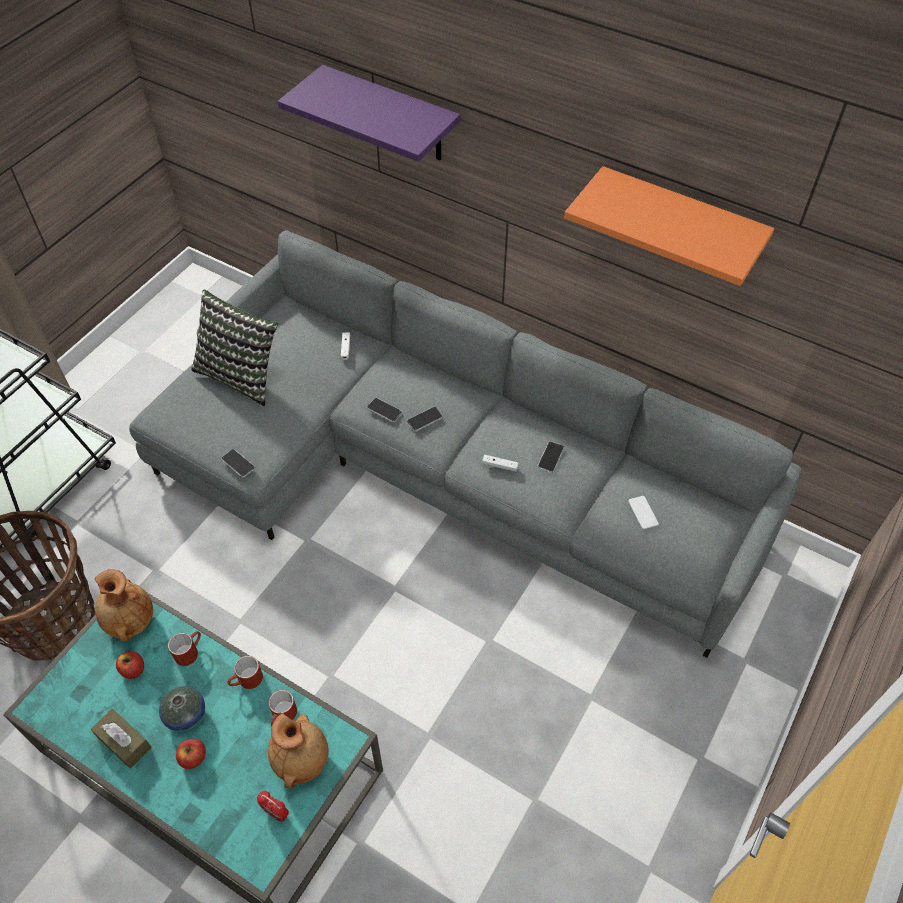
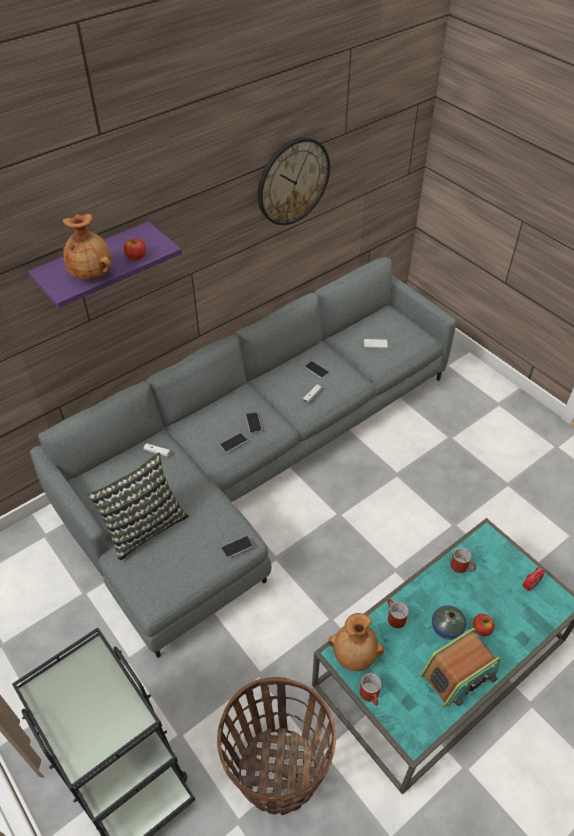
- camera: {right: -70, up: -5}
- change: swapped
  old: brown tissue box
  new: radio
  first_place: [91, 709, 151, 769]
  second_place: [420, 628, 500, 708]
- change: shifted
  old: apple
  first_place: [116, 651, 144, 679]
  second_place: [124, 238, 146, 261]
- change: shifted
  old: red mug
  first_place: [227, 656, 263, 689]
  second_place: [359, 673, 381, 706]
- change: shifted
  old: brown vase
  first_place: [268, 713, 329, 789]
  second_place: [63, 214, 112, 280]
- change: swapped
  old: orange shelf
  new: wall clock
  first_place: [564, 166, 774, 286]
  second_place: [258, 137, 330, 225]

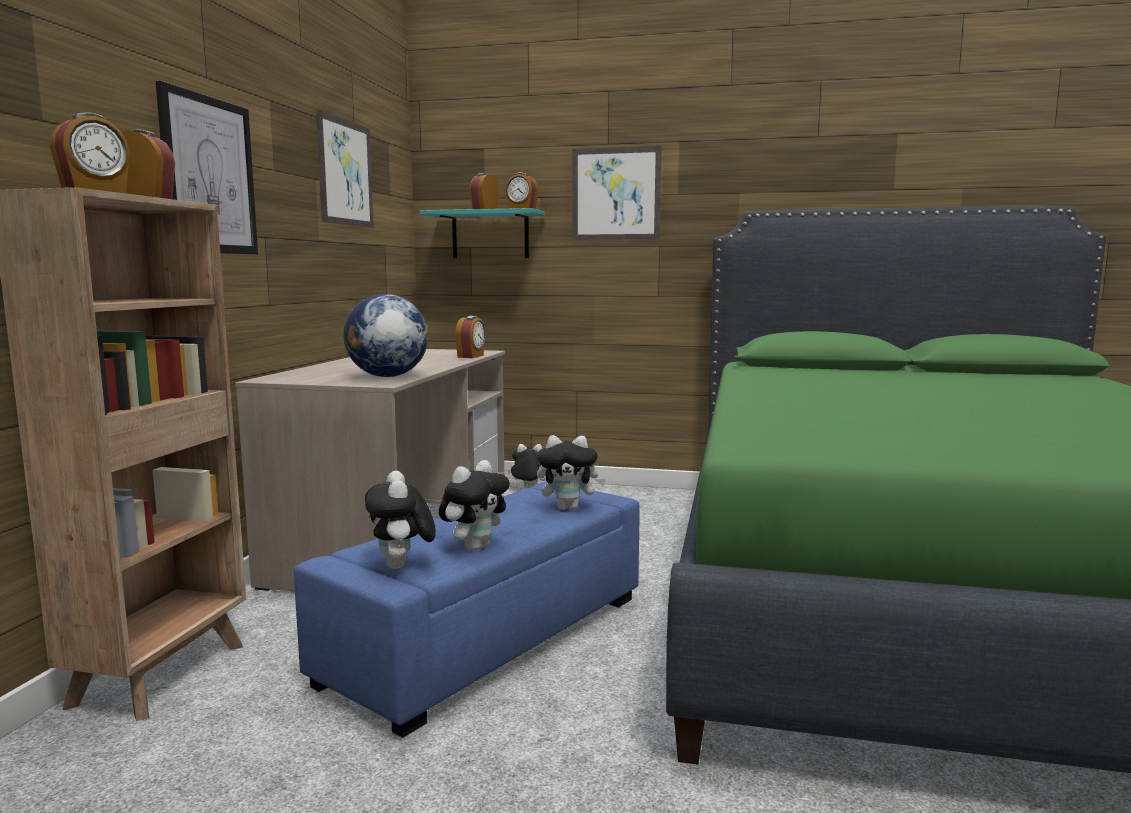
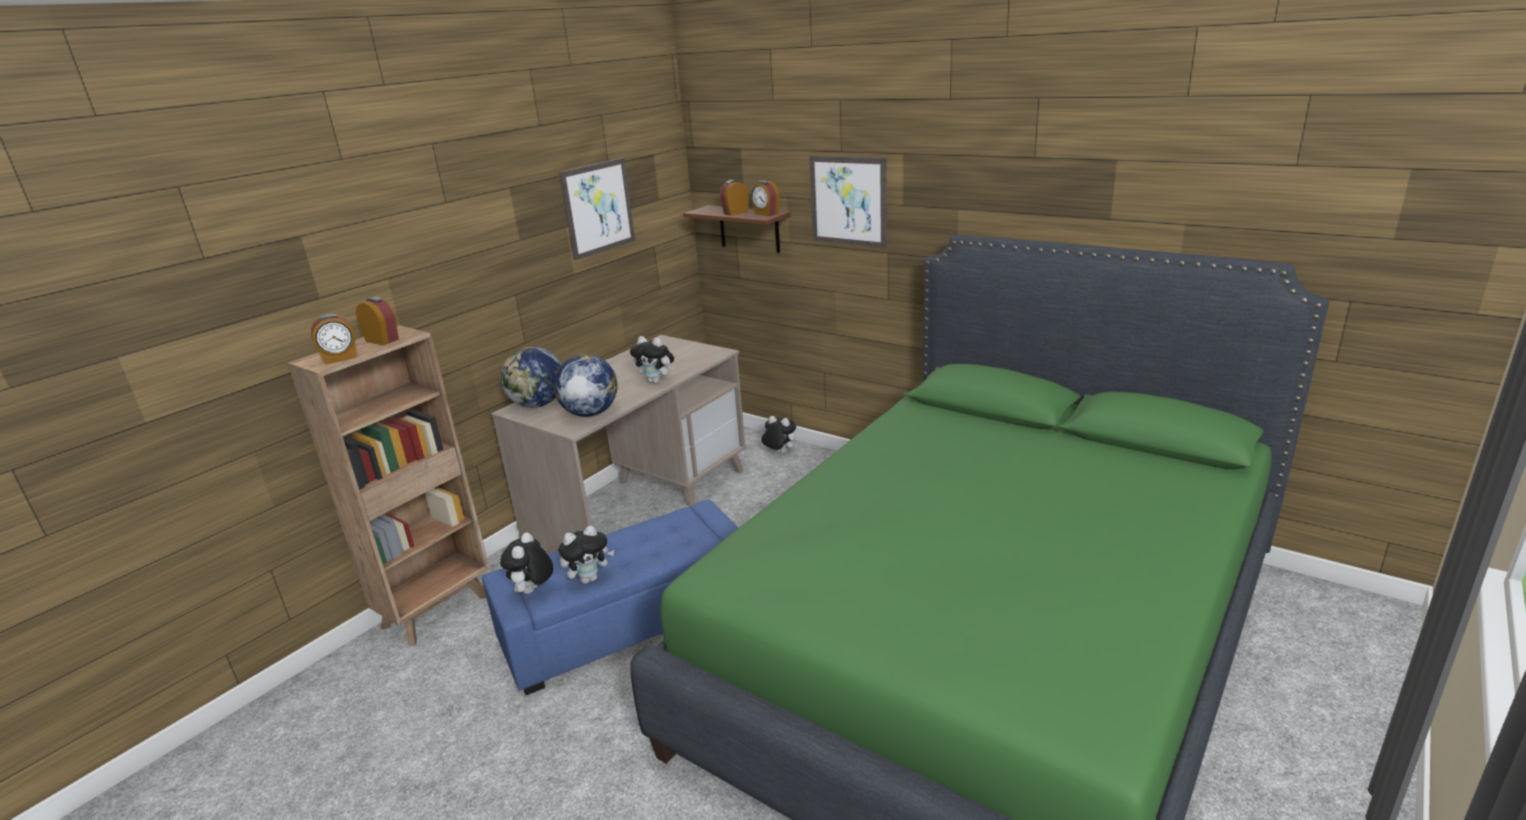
- camera: {right: 25, up: 15}
- change: gone
  old: picture
  first_place: [156, 81, 258, 254]
- change: repainted
  old: turquoise shelf
  new: brown shelf
  first_place: [420, 208, 545, 258]
  second_place: [683, 205, 791, 253]
- change: gone
  old: alarm clock
  first_place: [455, 316, 485, 358]
- change: shifted
  old: plush toy
  first_place: [537, 435, 606, 510]
  second_place: [630, 336, 674, 384]
- change: new
  new: globe
  second_place: [501, 347, 561, 408]

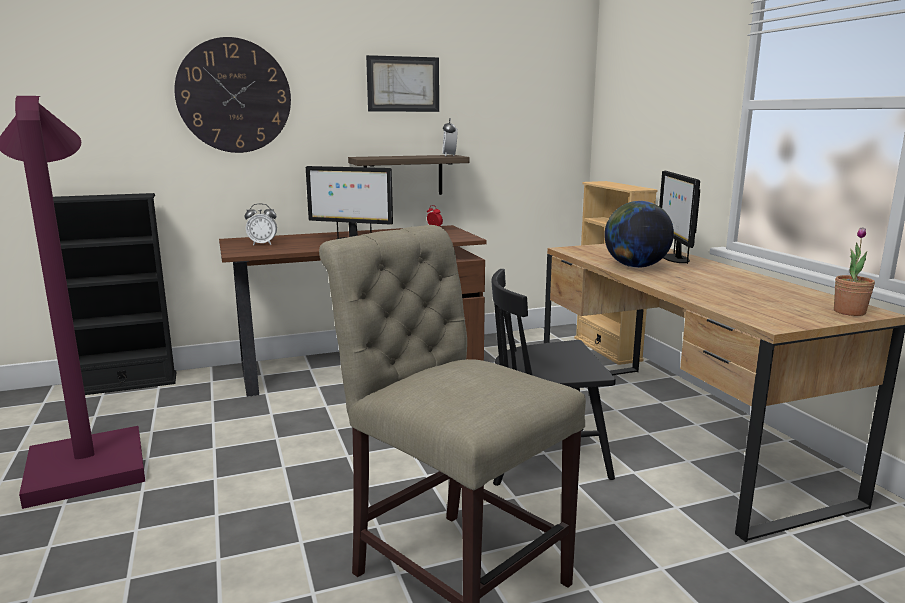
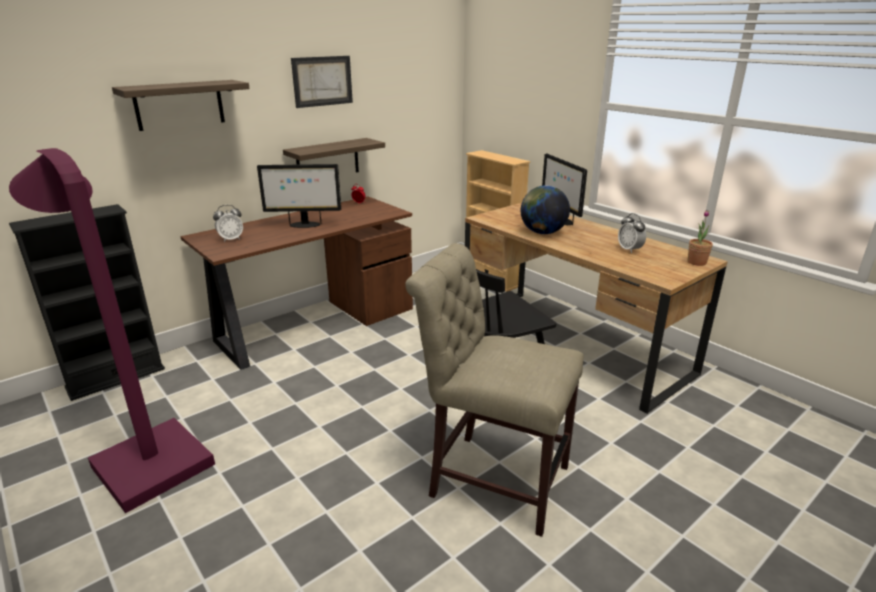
- camera: {right: -20, up: 10}
- change: swapped
  old: wall clock
  new: shelf
  first_place: [174, 37, 291, 153]
  second_place: [112, 80, 250, 131]
- change: shifted
  old: alarm clock
  first_place: [442, 118, 457, 156]
  second_place: [618, 213, 646, 253]

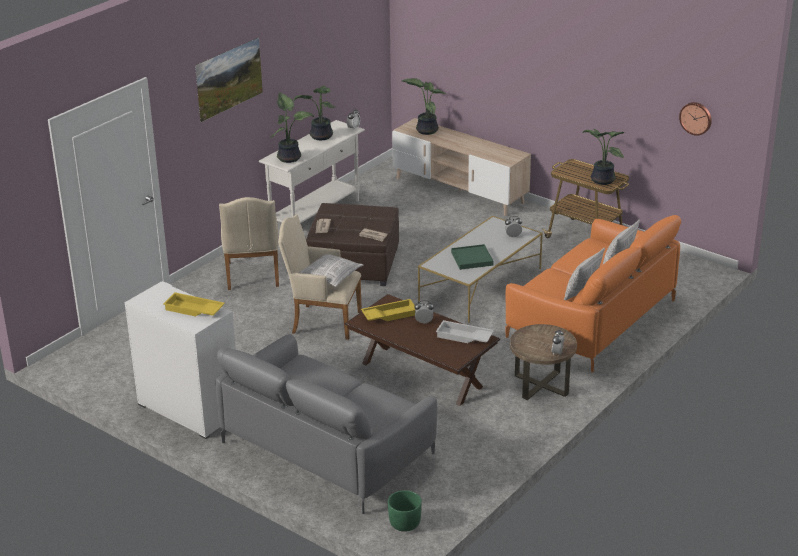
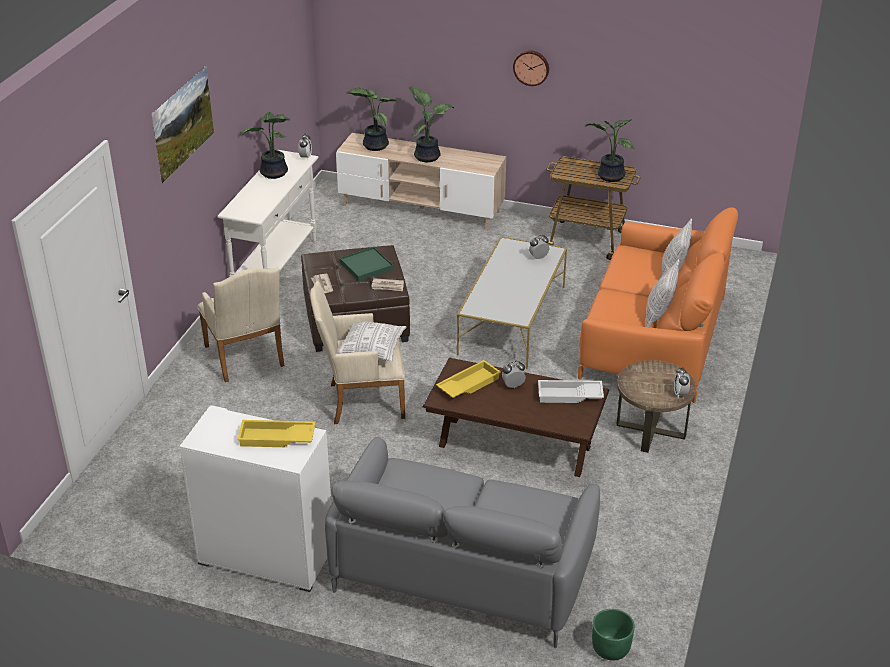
- camera: {right: -20, up: 5}
- change: shifted
  old: potted plant
  first_place: [270, 93, 314, 163]
  second_place: [408, 87, 454, 162]
- change: shifted
  old: green tray
  first_place: [451, 244, 494, 270]
  second_place: [339, 247, 393, 281]
- change: shifted
  old: wall clock
  first_place: [679, 102, 712, 136]
  second_place: [513, 50, 549, 86]

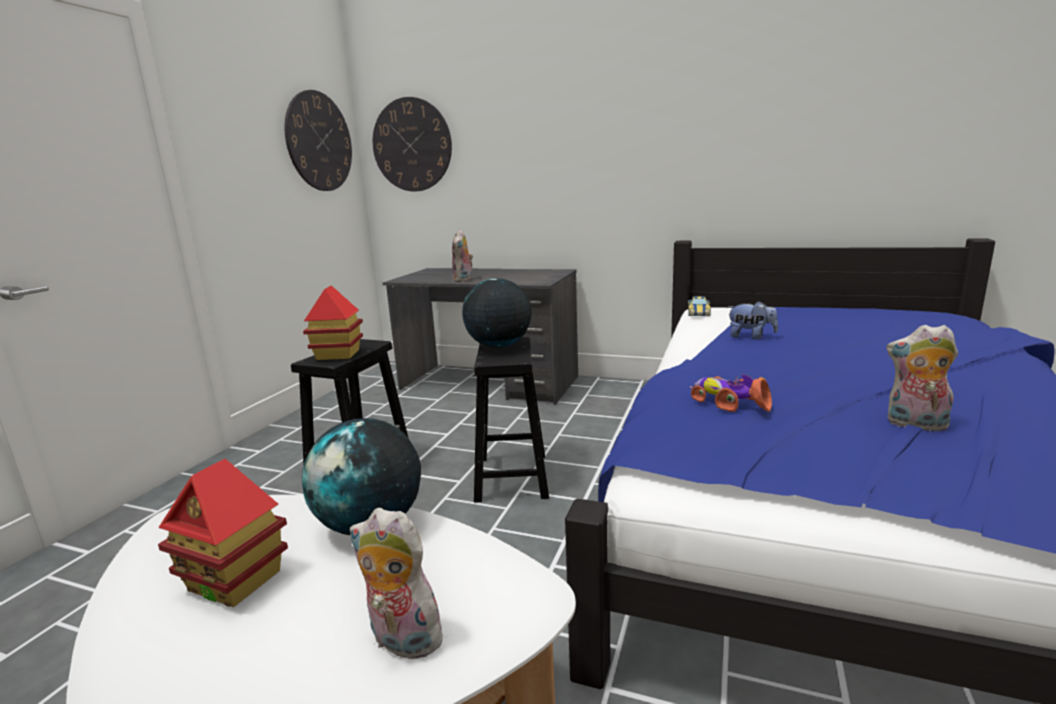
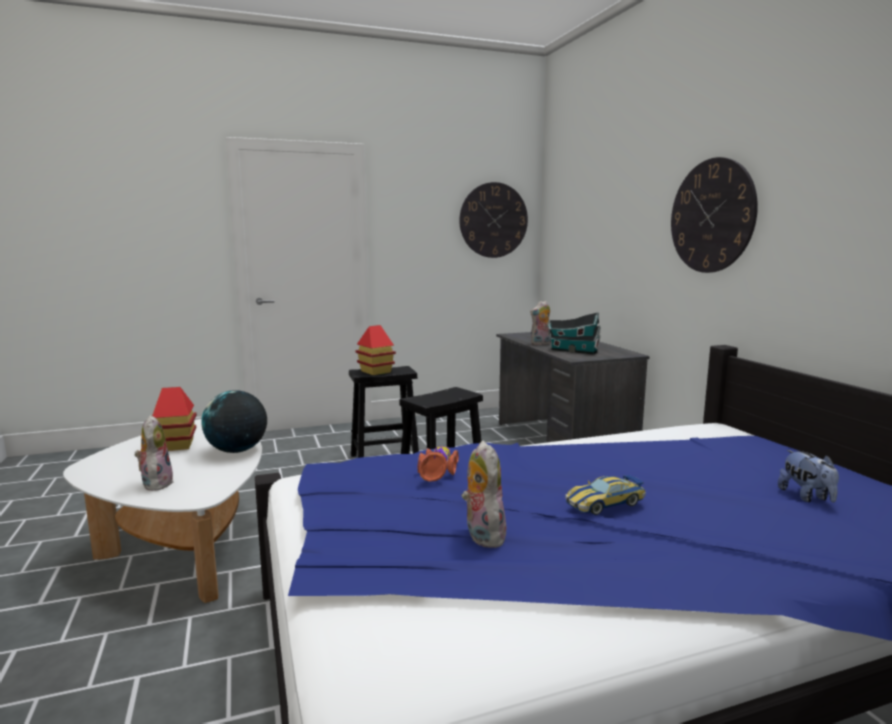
- camera: {right: 50, up: -5}
- change: shifted
  old: wall clock
  first_place: [373, 97, 452, 192]
  second_place: [671, 157, 758, 273]
- change: gone
  old: globe
  first_place: [462, 278, 532, 348]
- change: shifted
  old: toy car
  first_place: [688, 296, 711, 316]
  second_place: [565, 475, 646, 515]
- change: shifted
  old: plush toy
  first_place: [728, 301, 778, 340]
  second_place: [778, 450, 839, 503]
- change: new
  new: toy house
  second_place: [548, 312, 601, 354]

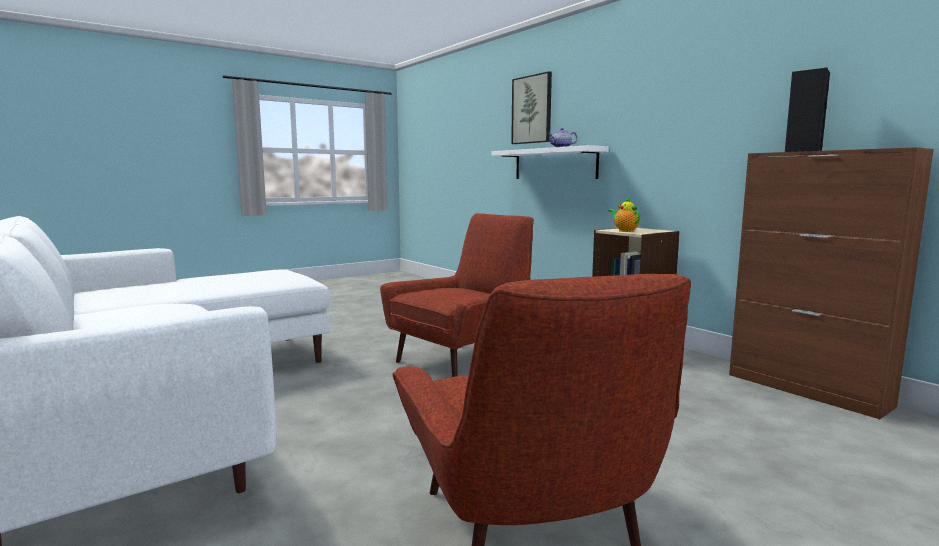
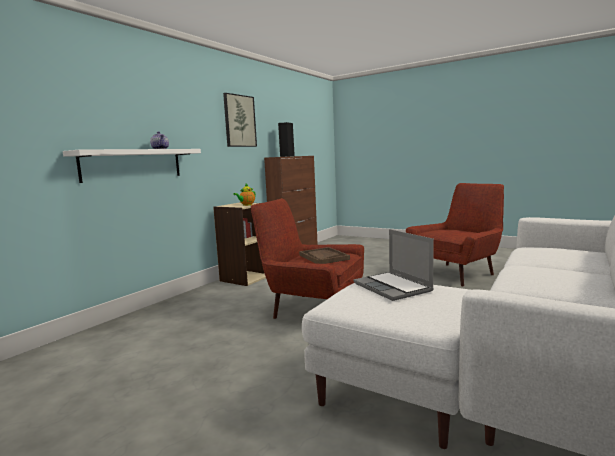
- camera: {right: -110, up: 0}
- change: shifted
  old: picture
  first_place: [511, 71, 552, 144]
  second_place: [223, 93, 257, 147]
- change: new
  new: brown tray
  second_place: [299, 247, 350, 264]
- change: new
  new: laptop
  second_place: [353, 229, 434, 301]

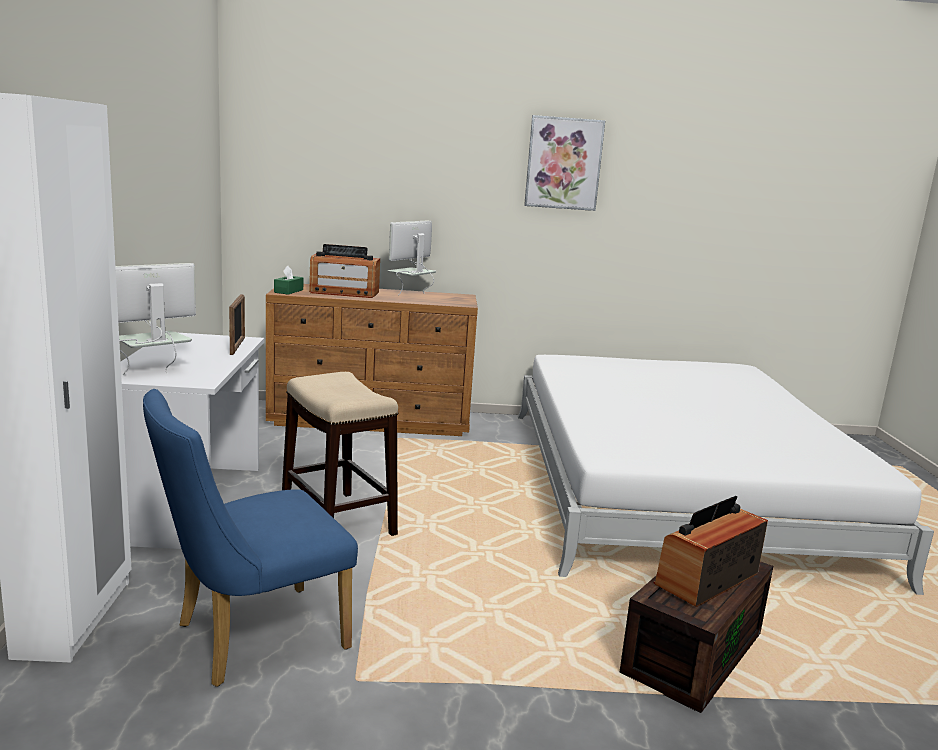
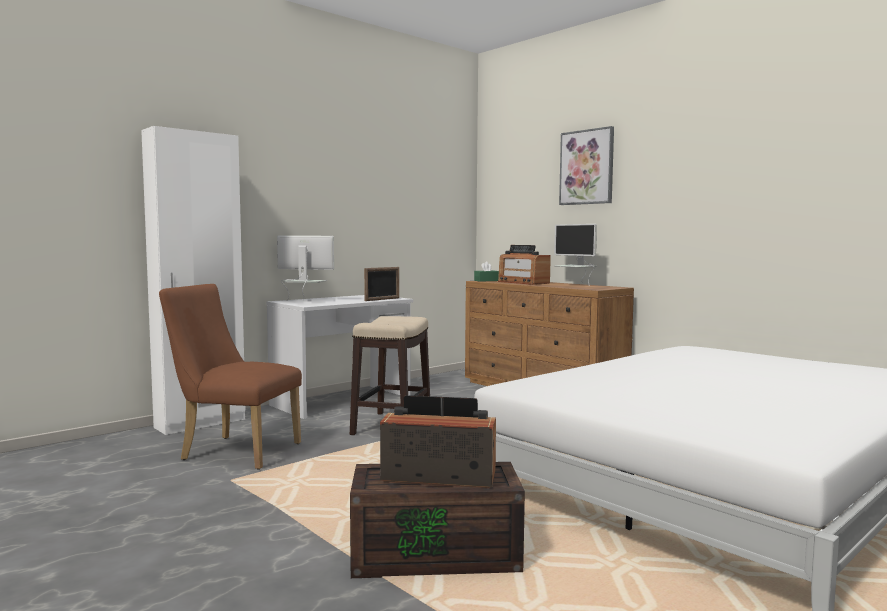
- camera: {right: 50, up: -10}
- change: repainted
  old: blue chair
  new: brown chair
  first_place: [143, 389, 358, 687]
  second_place: [159, 284, 302, 470]
- change: rotated
  old: monitor
  first_place: [387, 220, 436, 296]
  second_place: [554, 224, 597, 286]
  degrees: -120
- change: shifted
  old: picture
  first_place: [524, 115, 605, 211]
  second_place: [559, 126, 614, 205]

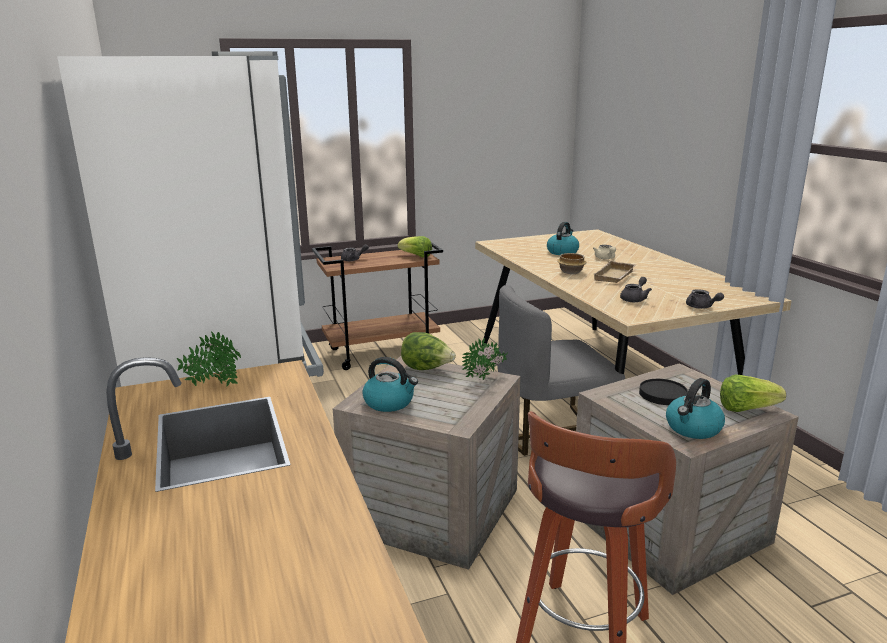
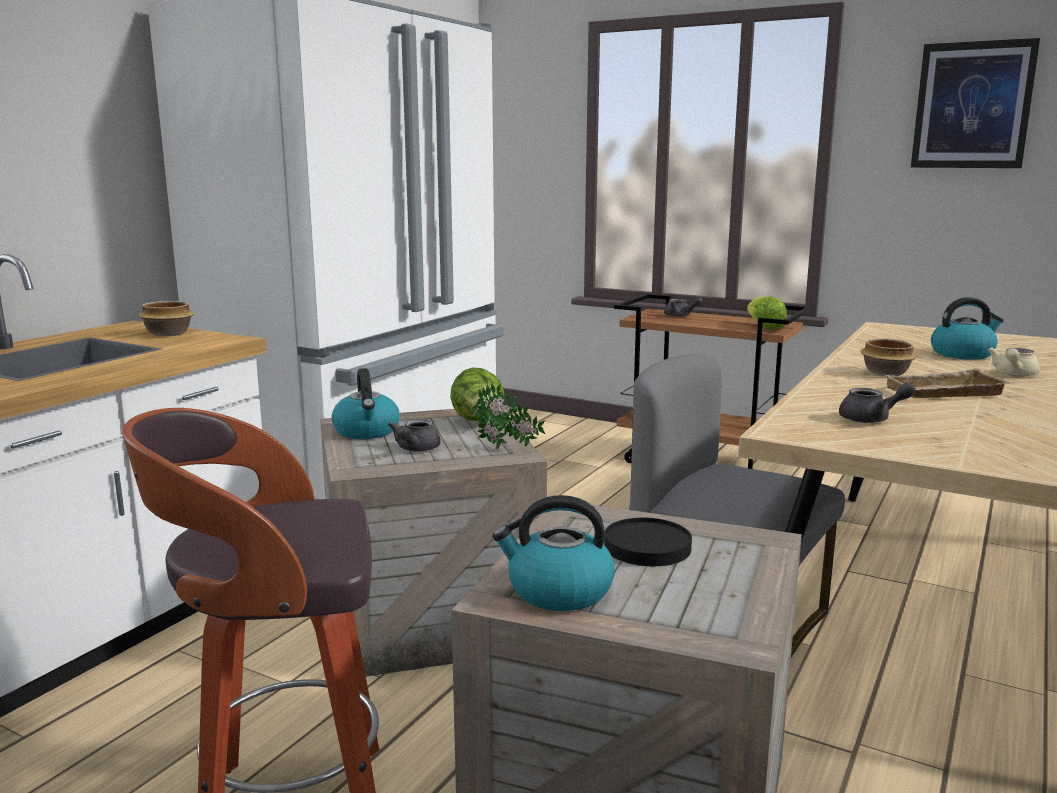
- camera: {right: 50, up: -5}
- change: swapped
  old: potted plant
  new: bowl
  first_place: [177, 332, 241, 387]
  second_place: [138, 301, 194, 336]
- change: shifted
  old: grey teapot
  first_place: [686, 289, 724, 309]
  second_place: [388, 419, 441, 452]
- change: gone
  old: lettuce
  first_place: [720, 375, 786, 412]
- change: new
  new: picture
  second_place: [911, 38, 1040, 168]

